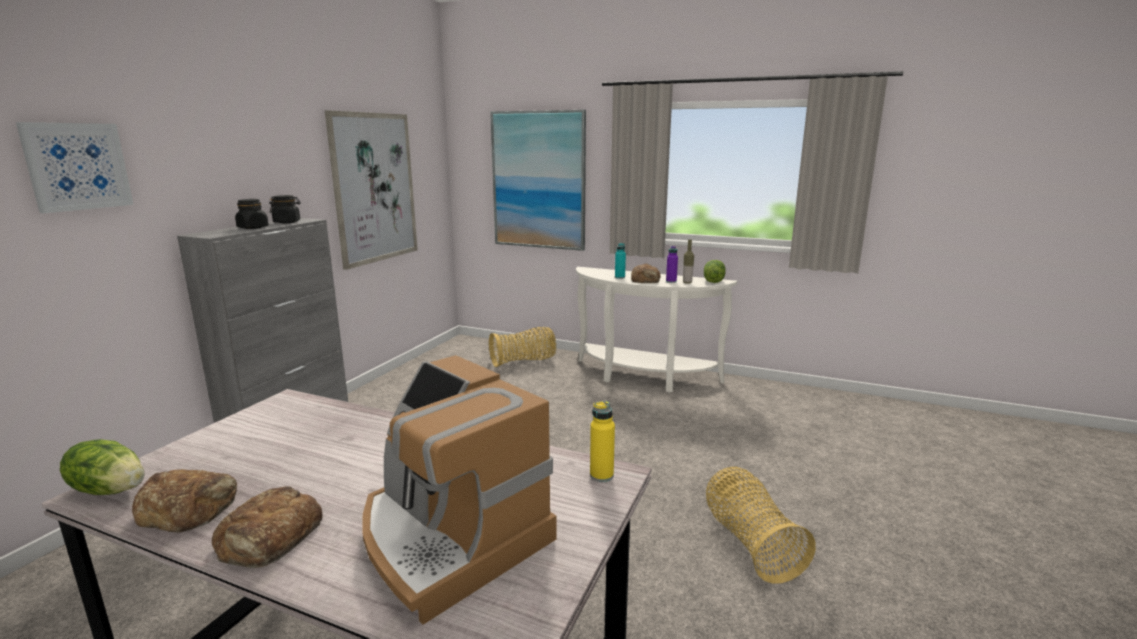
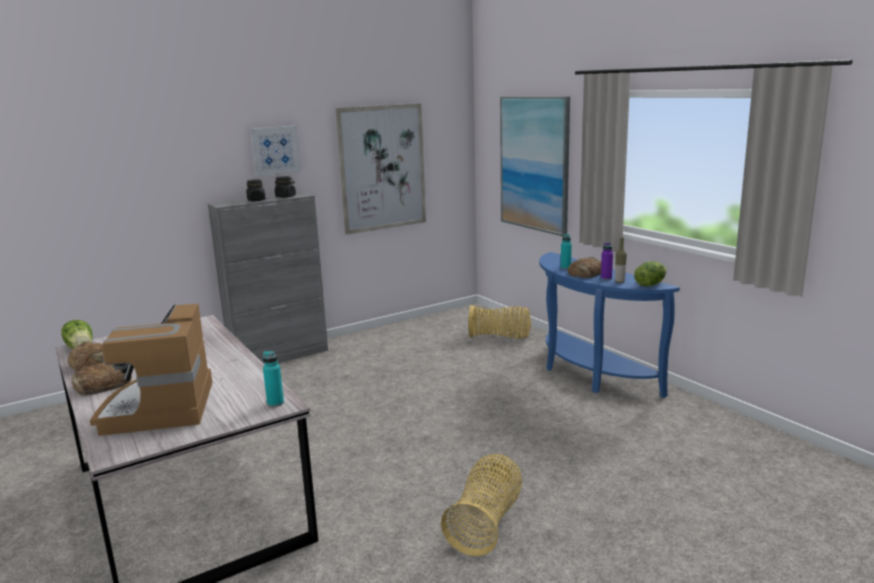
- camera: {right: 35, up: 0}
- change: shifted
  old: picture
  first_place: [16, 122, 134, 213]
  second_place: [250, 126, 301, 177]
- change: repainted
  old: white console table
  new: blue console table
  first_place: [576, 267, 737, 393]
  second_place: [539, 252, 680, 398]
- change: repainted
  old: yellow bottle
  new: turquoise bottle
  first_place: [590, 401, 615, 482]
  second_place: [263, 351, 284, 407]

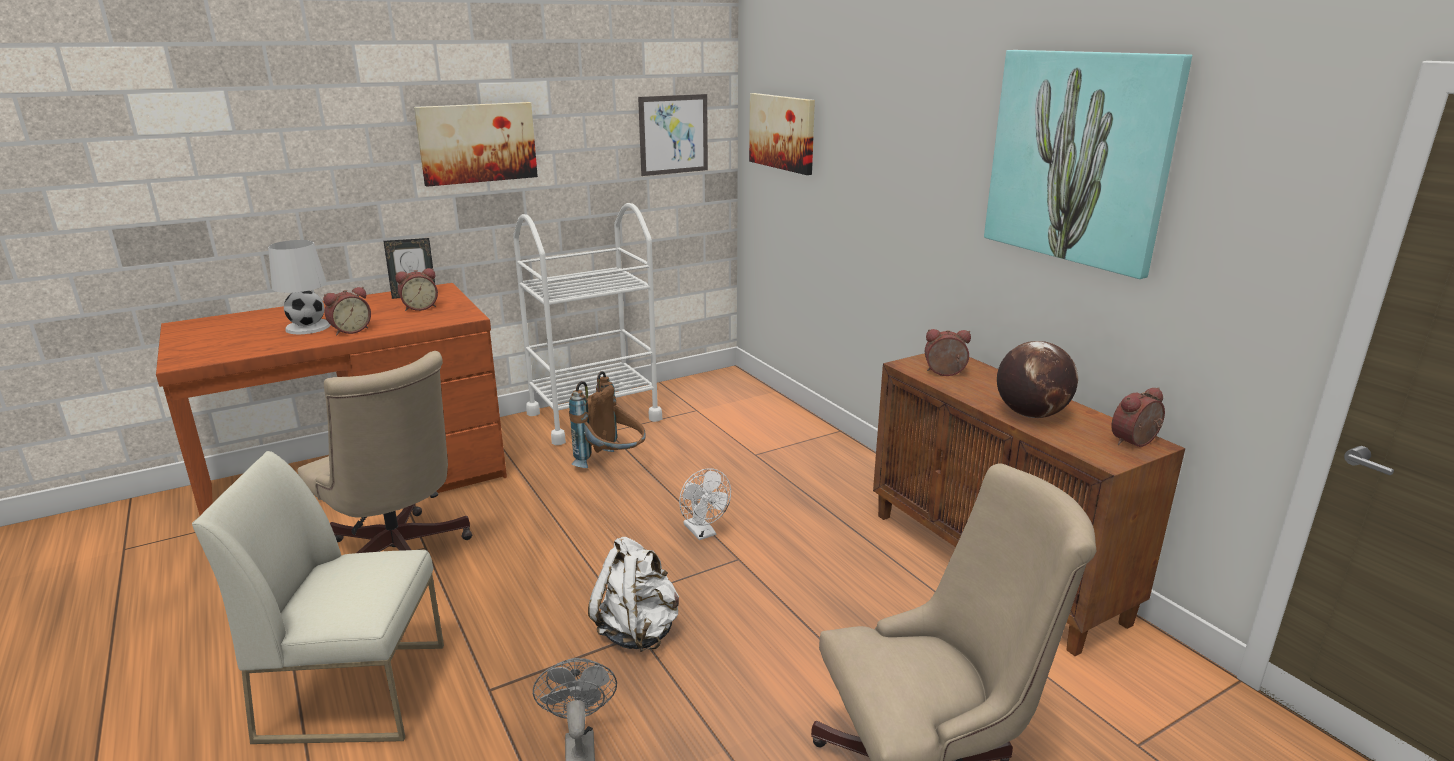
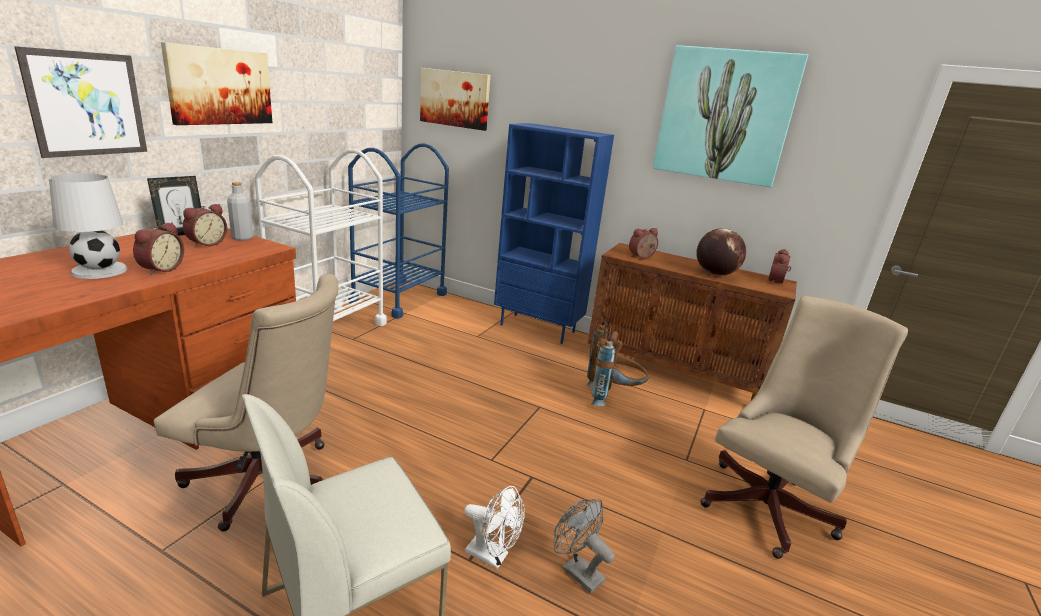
- camera: {right: -35, up: 0}
- change: shifted
  old: brown backpack
  first_place: [569, 371, 646, 468]
  second_place: [586, 321, 649, 406]
- change: gone
  old: white backpack
  first_place: [588, 537, 679, 652]
- change: shifted
  old: picture
  first_place: [638, 94, 708, 176]
  second_place: [14, 46, 147, 158]
- change: shifted
  old: white fan
  first_place: [679, 468, 731, 540]
  second_place: [464, 486, 525, 569]
- change: new
  new: grey bottle
  second_place: [227, 182, 253, 241]
- change: new
  new: blue cart
  second_place: [348, 143, 449, 319]
- change: new
  new: blue bookcase
  second_place: [494, 123, 614, 344]

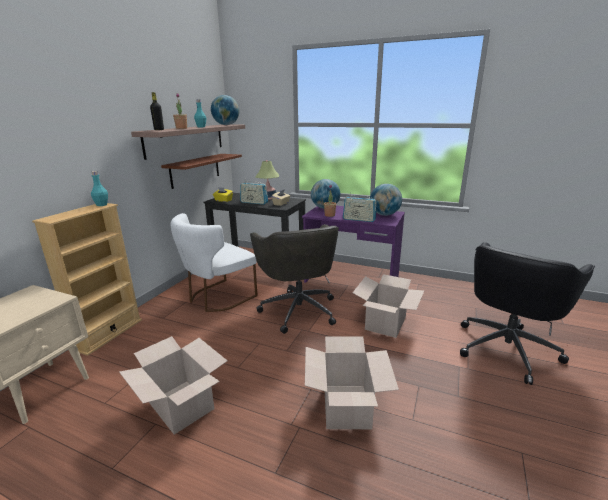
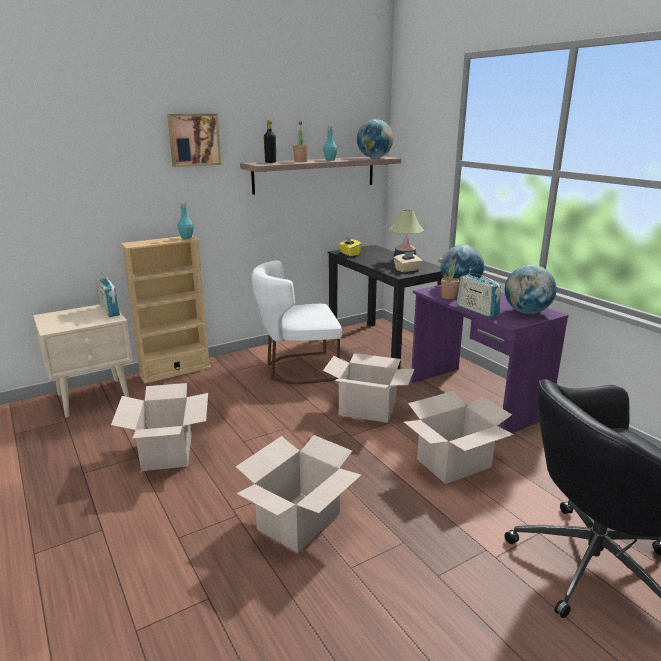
- camera: {right: 35, up: 0}
- change: gone
  old: brown shelf
  first_place: [161, 154, 242, 189]
- change: shifted
  old: radio
  first_place: [240, 179, 268, 205]
  second_place: [95, 273, 120, 317]
- change: swapped
  old: grey office chair
  new: cardboard box
  first_place: [250, 224, 339, 334]
  second_place: [323, 353, 414, 423]
- change: new
  new: picture
  second_place: [167, 114, 221, 167]

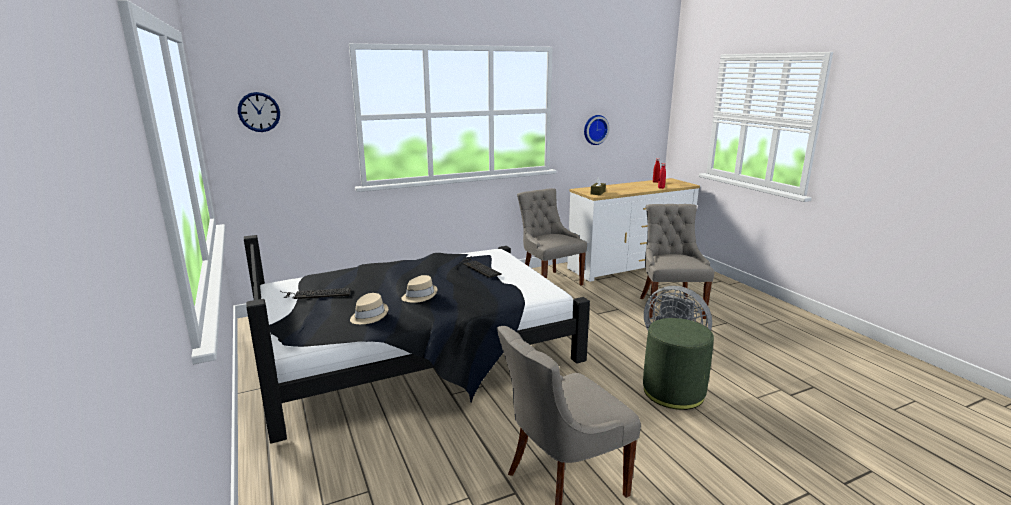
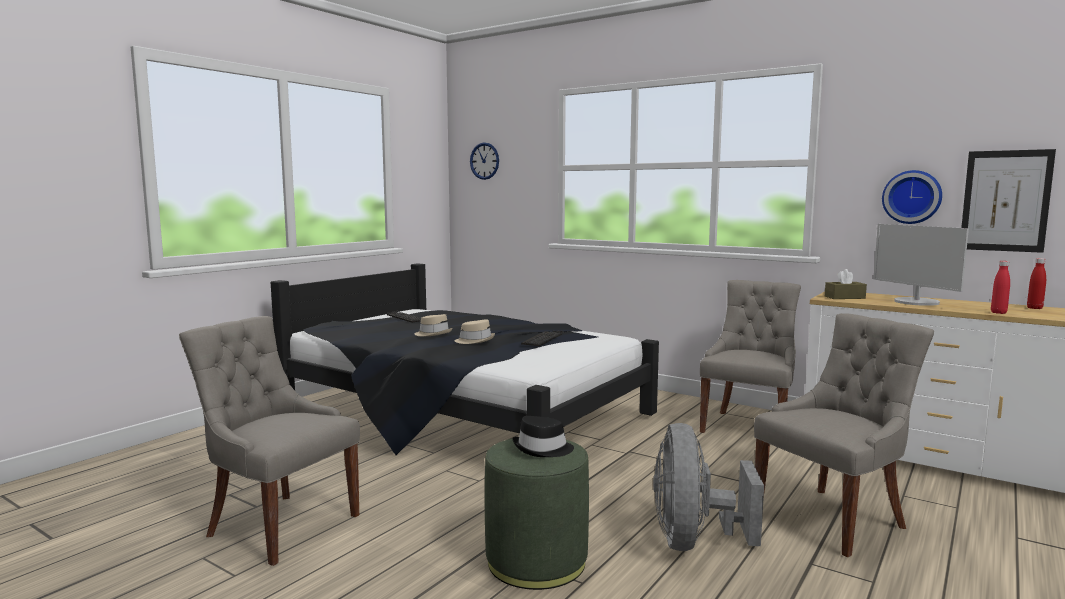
- camera: {right: 60, up: -10}
- change: shifted
  old: beige hat
  first_place: [350, 293, 388, 324]
  second_place: [454, 320, 495, 344]
- change: new
  new: black hat
  second_place: [512, 416, 574, 457]
- change: new
  new: monitor
  second_place: [873, 224, 969, 306]
- change: new
  new: picture
  second_place: [961, 149, 1056, 253]

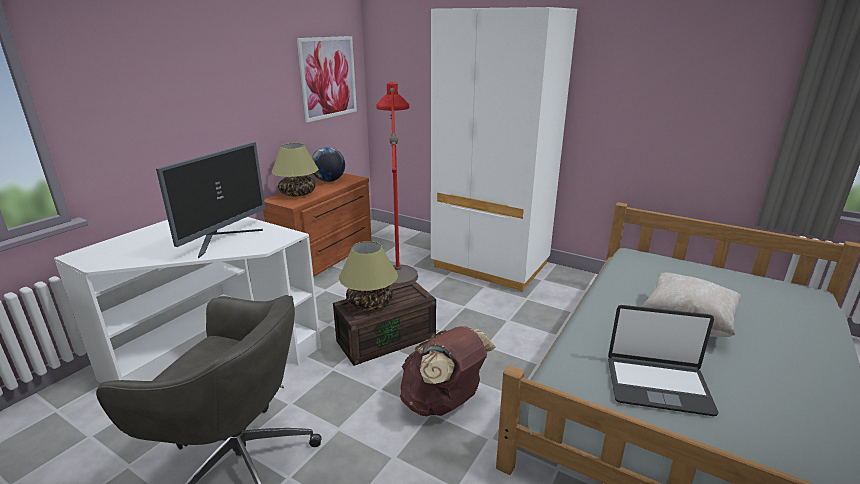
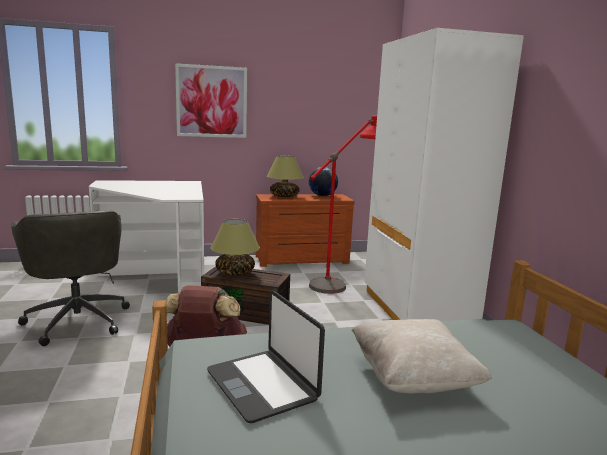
- camera: {right: 45, up: -10}
- change: gone
  old: monitor
  first_place: [156, 142, 266, 259]
- change: shifted
  old: picture
  first_place: [297, 36, 357, 123]
  second_place: [175, 63, 247, 138]

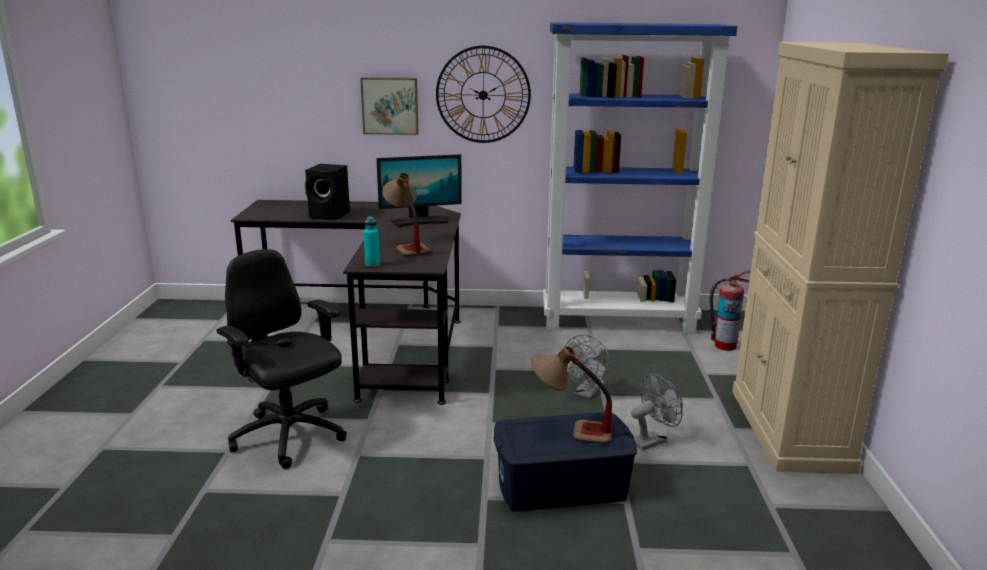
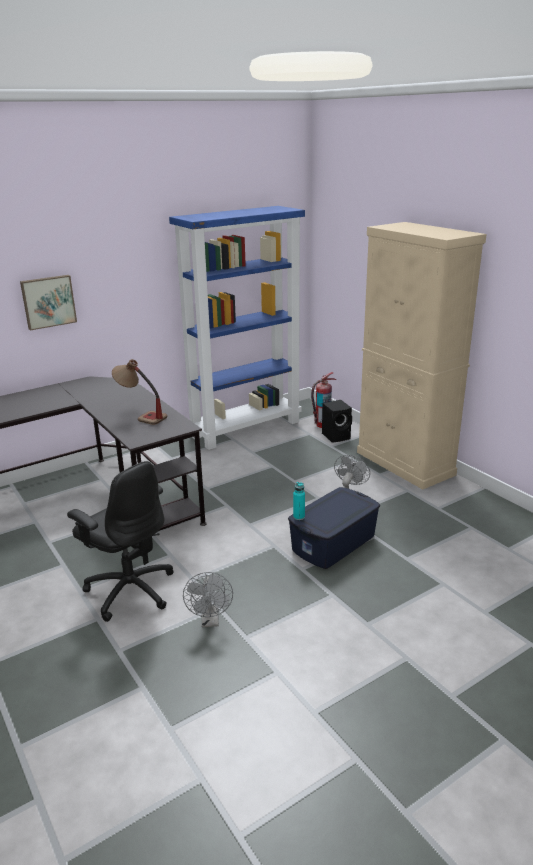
- camera: {right: -35, up: 5}
- change: rotated
  old: black office chair
  first_place: [217, 249, 347, 469]
  second_place: [67, 461, 174, 622]
  degrees: -150
- change: shifted
  old: black speaker
  first_place: [305, 164, 350, 220]
  second_place: [322, 400, 352, 443]
- change: shifted
  old: turquoise bottle
  first_place: [363, 216, 380, 267]
  second_place: [293, 482, 305, 520]
- change: gone
  old: monitor
  first_place: [376, 154, 462, 227]
- change: gone
  old: wall clock
  first_place: [436, 46, 531, 143]
- change: gone
  old: table lamp
  first_place: [531, 346, 612, 445]
- change: shifted
  old: grey fan
  first_place: [564, 335, 610, 398]
  second_place: [183, 572, 233, 627]

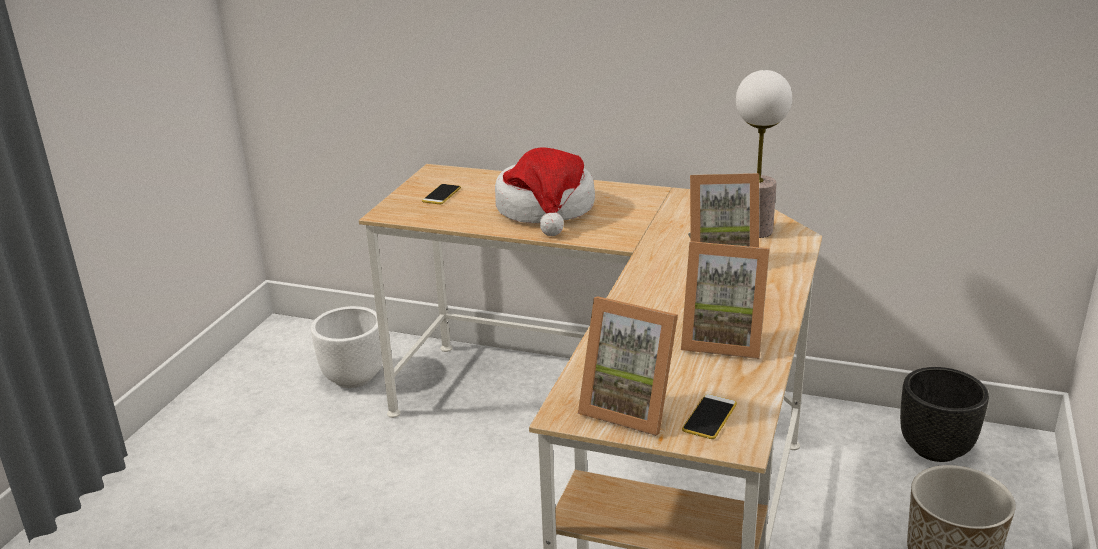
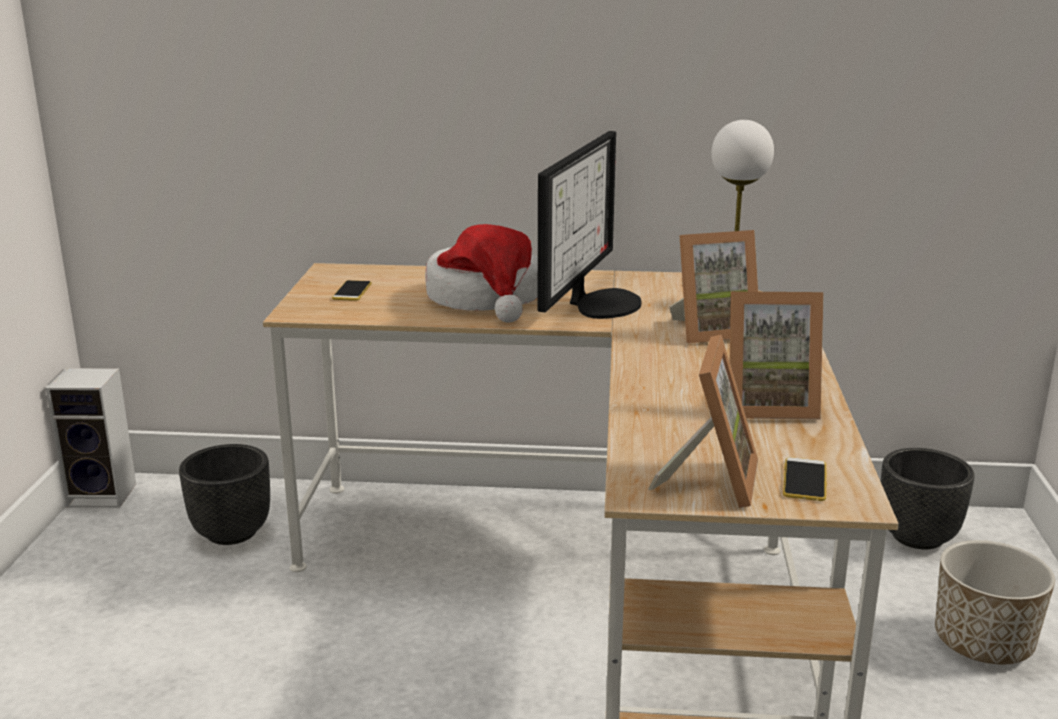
- camera: {right: -15, up: -5}
- change: repainted
  old: white planter
  new: black planter
  first_place: [311, 306, 382, 388]
  second_place: [179, 444, 270, 545]
- change: rotated
  old: picture frame
  first_place: [578, 296, 678, 436]
  second_place: [648, 335, 758, 508]
  degrees: -90
- change: new
  new: speaker
  second_place: [46, 368, 136, 508]
- change: new
  new: monitor
  second_place: [538, 131, 642, 319]

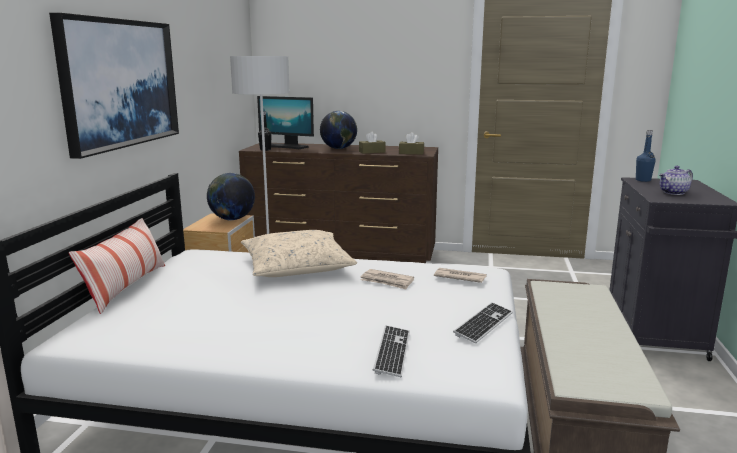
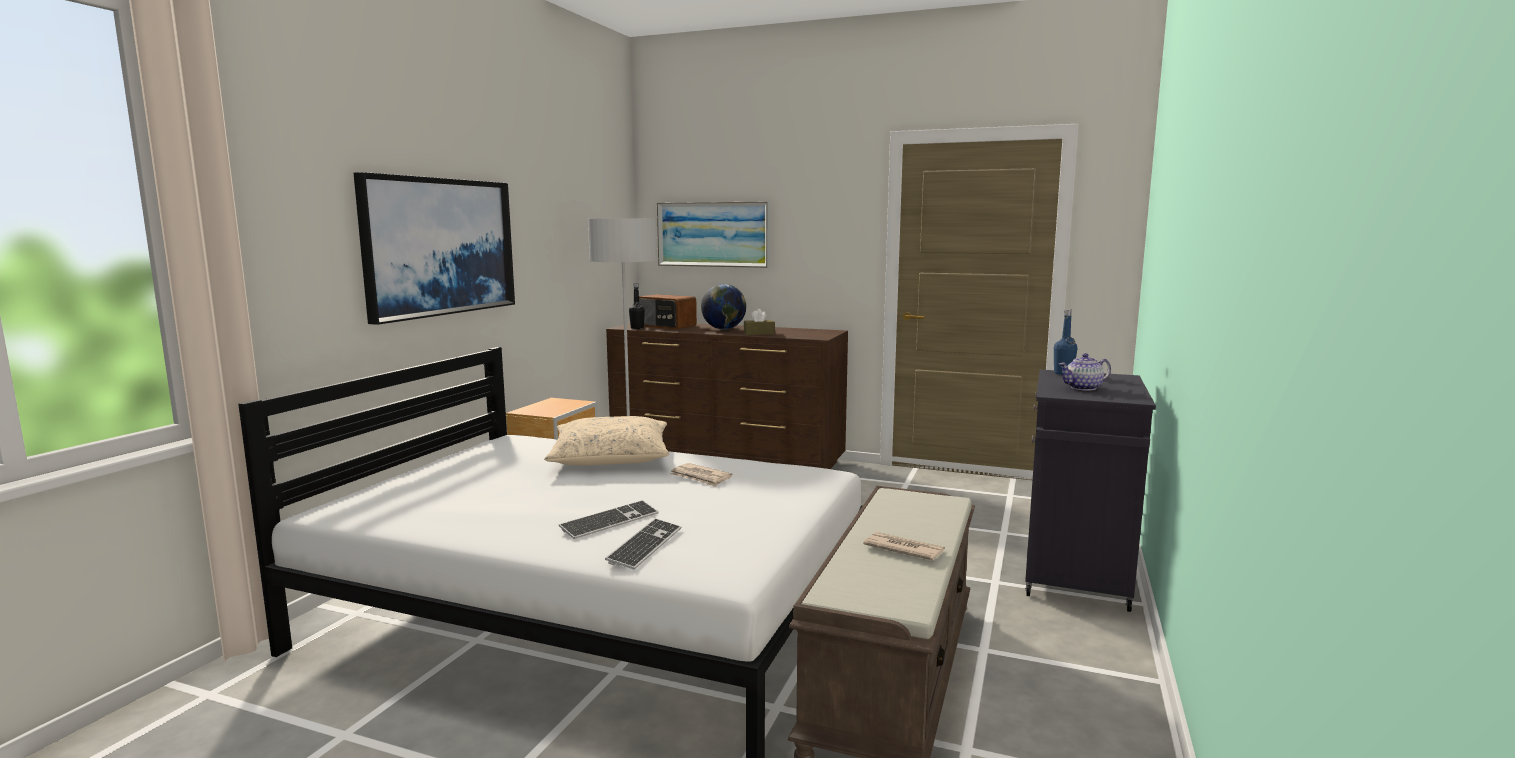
- camera: {right: 10, up: -5}
- change: gone
  old: pillow
  first_place: [69, 218, 165, 314]
- change: gone
  old: globe
  first_place: [207, 173, 255, 220]
- change: swapped
  old: monitor
  new: radio
  first_place: [257, 96, 314, 149]
  second_place: [639, 294, 697, 329]
- change: gone
  old: brown tissue box
  first_place: [399, 132, 424, 154]
- change: shifted
  old: newspaper
  first_place: [434, 268, 487, 283]
  second_place: [863, 532, 945, 560]
- change: shifted
  old: keyboard
  first_place: [453, 302, 513, 343]
  second_place: [559, 500, 659, 539]
- change: new
  new: picture
  second_place: [657, 202, 769, 268]

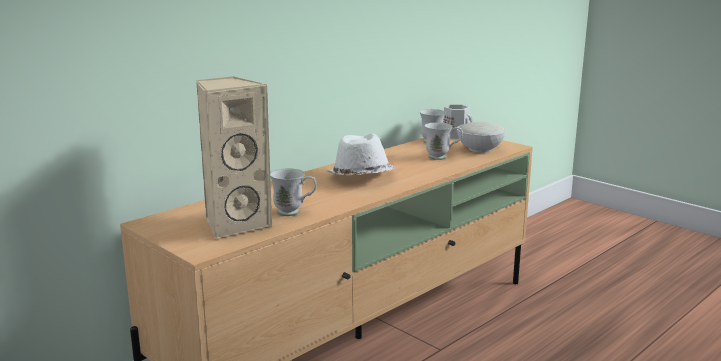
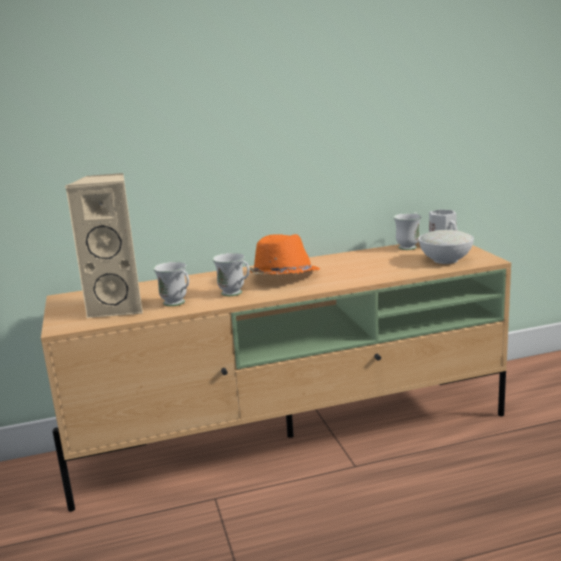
- camera: {right: 30, up: 0}
- change: repainted
  old: white hat
  new: orange hat
  first_place: [327, 133, 395, 176]
  second_place: [250, 234, 320, 274]
- change: shifted
  old: white mug
  first_place: [424, 122, 463, 160]
  second_place: [212, 253, 250, 296]

